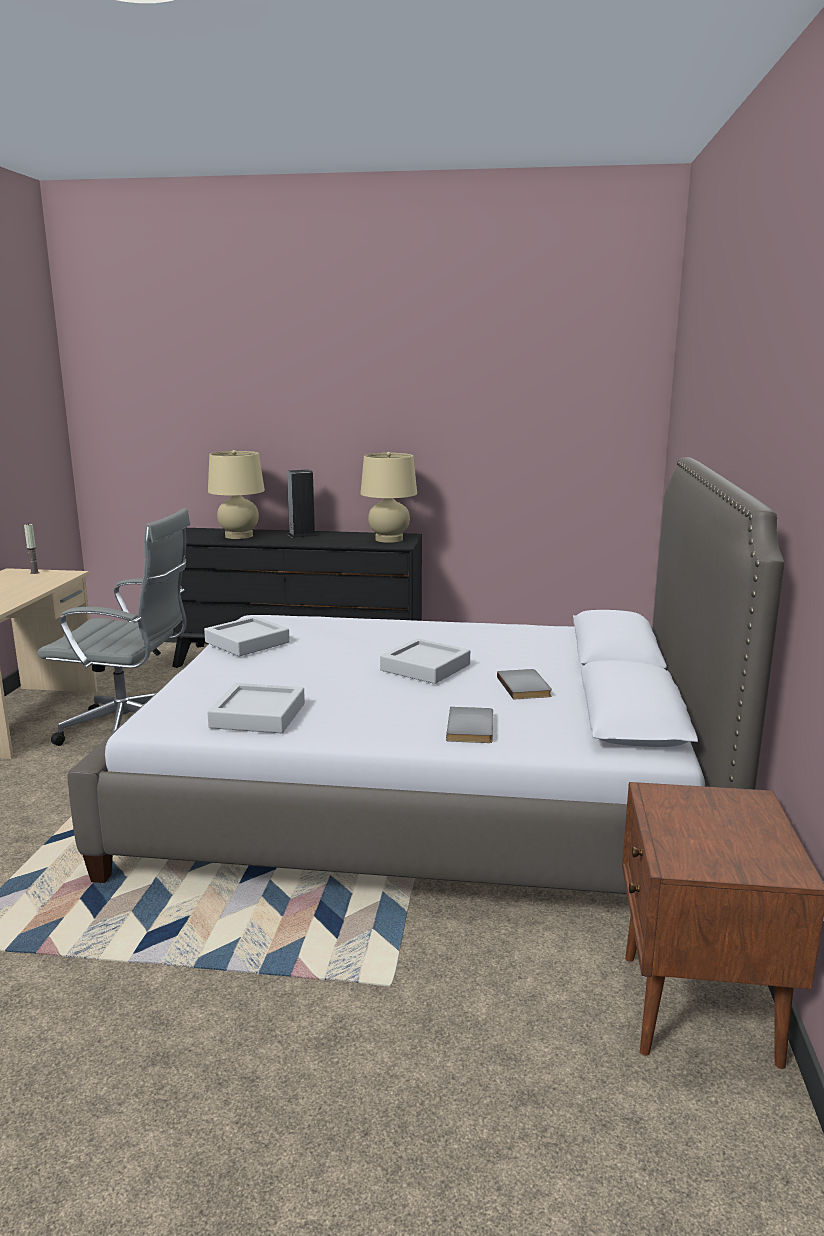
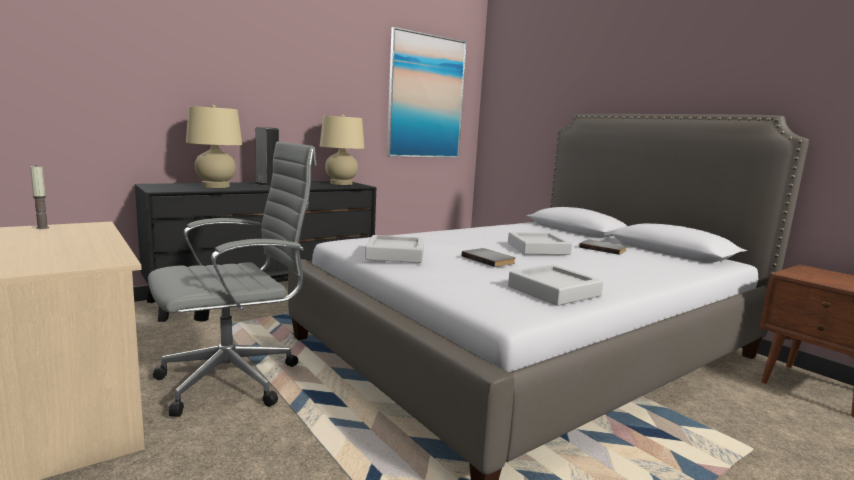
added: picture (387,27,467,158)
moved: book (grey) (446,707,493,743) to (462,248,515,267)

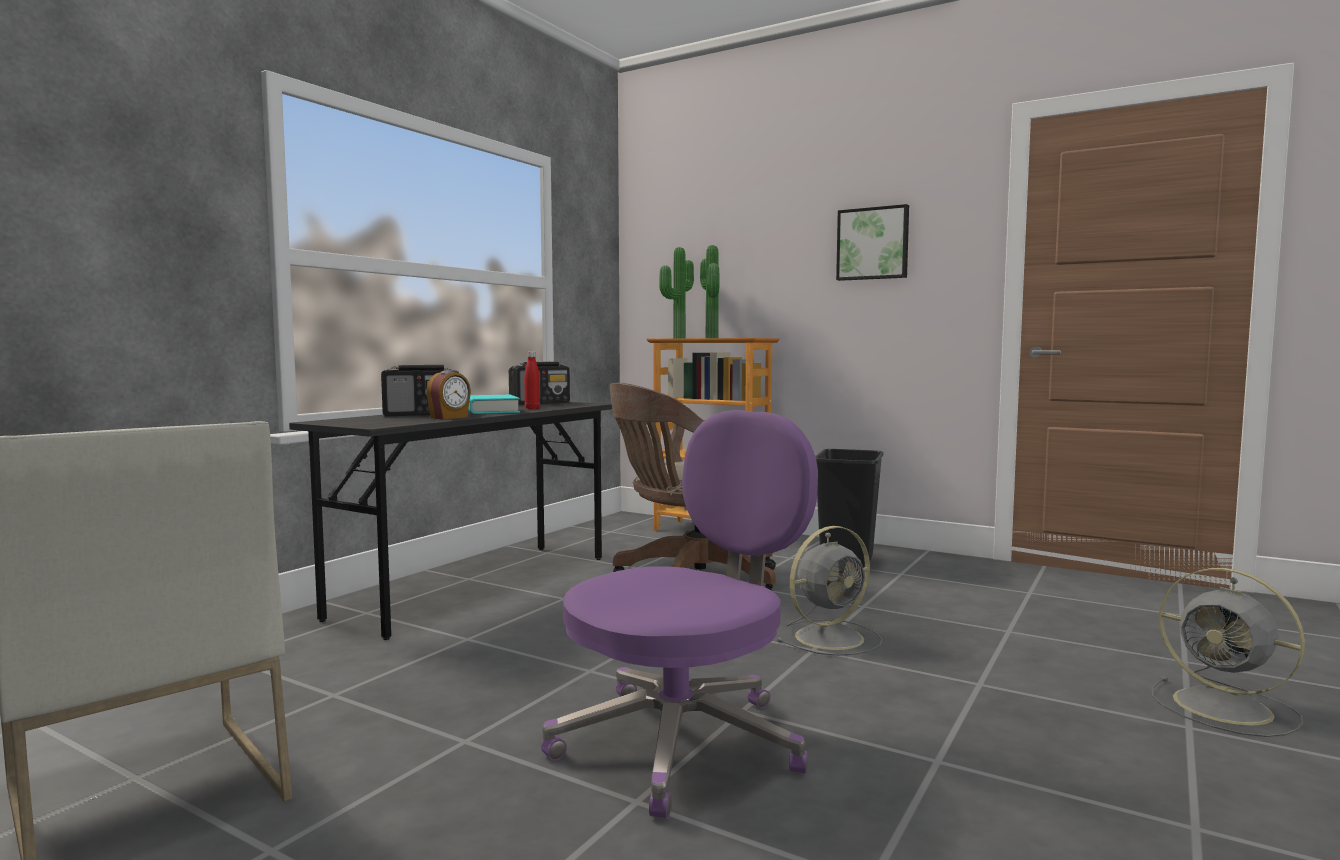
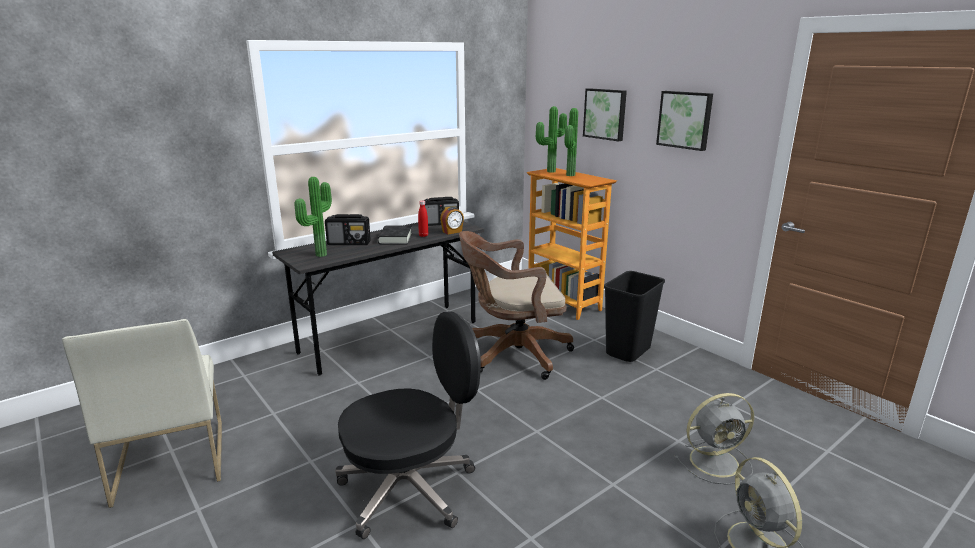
added: potted plant (295,177,332,257); picture (583,88,627,141)
moved: alarm clock (426,370,471,419) to (440,207,464,235); fan (grey) (776,526,882,656) to (675,393,754,485)
recoloured: book (turquoise) (468,395,520,414) to book (black) (377,225,412,245); office chair (purple) (541,410,818,819) to office chair (black) (335,311,481,539)

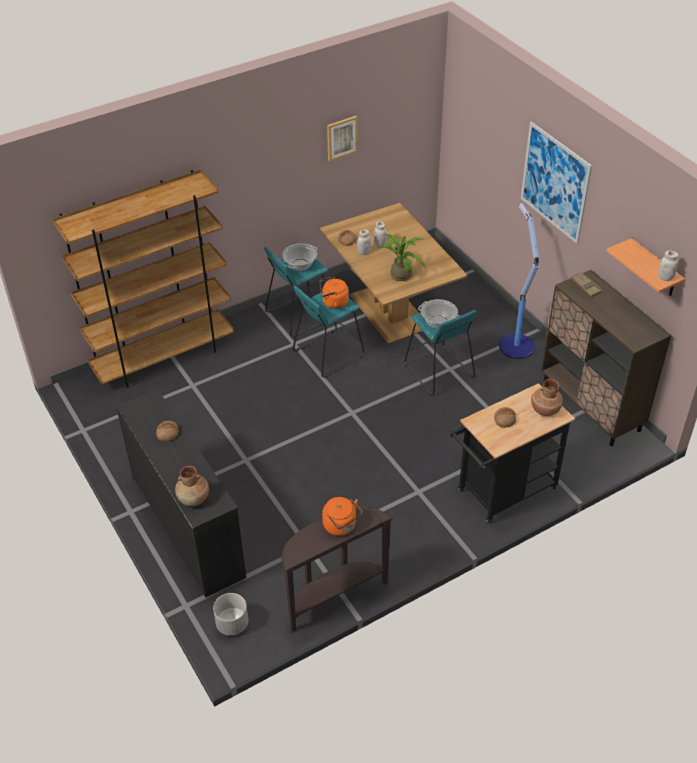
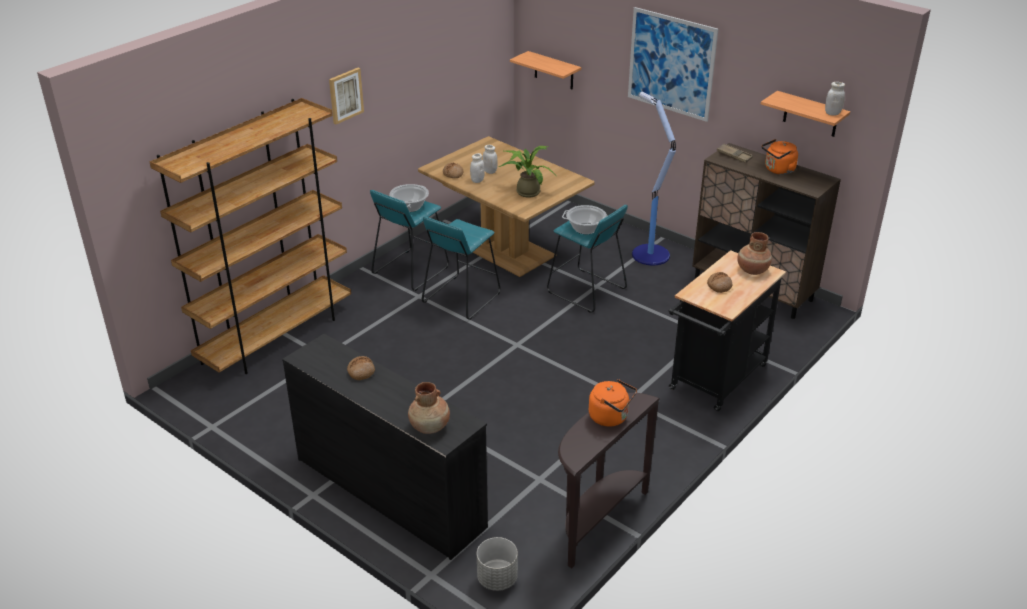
added: shelf (510,51,581,89)
moved: kettle (orange) (320,276,349,309) to (762,139,798,175); picture (327,116,358,161) to (329,68,364,124)

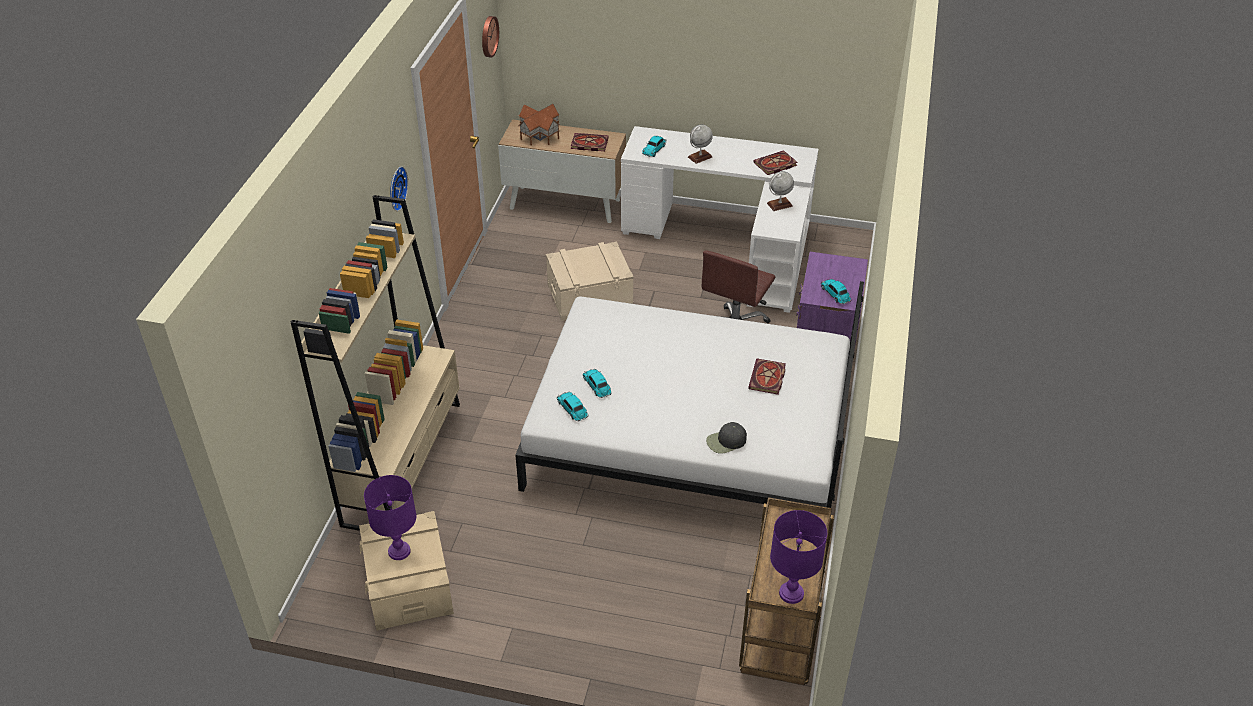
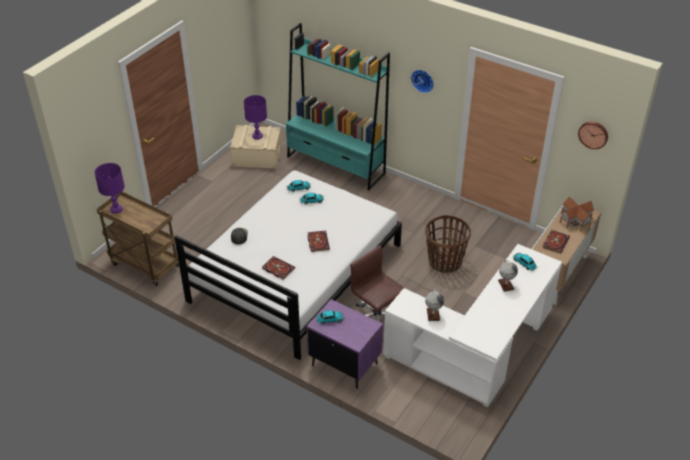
moved: book (753,150,798,175) to (308,230,330,252)
replaced: storage box (beige) (546,242,634,321) to basket (425,215,471,273)
recoloured: bookcase (beige) (291,195,460,531) to bookcase (turquoise) (286,23,390,190)

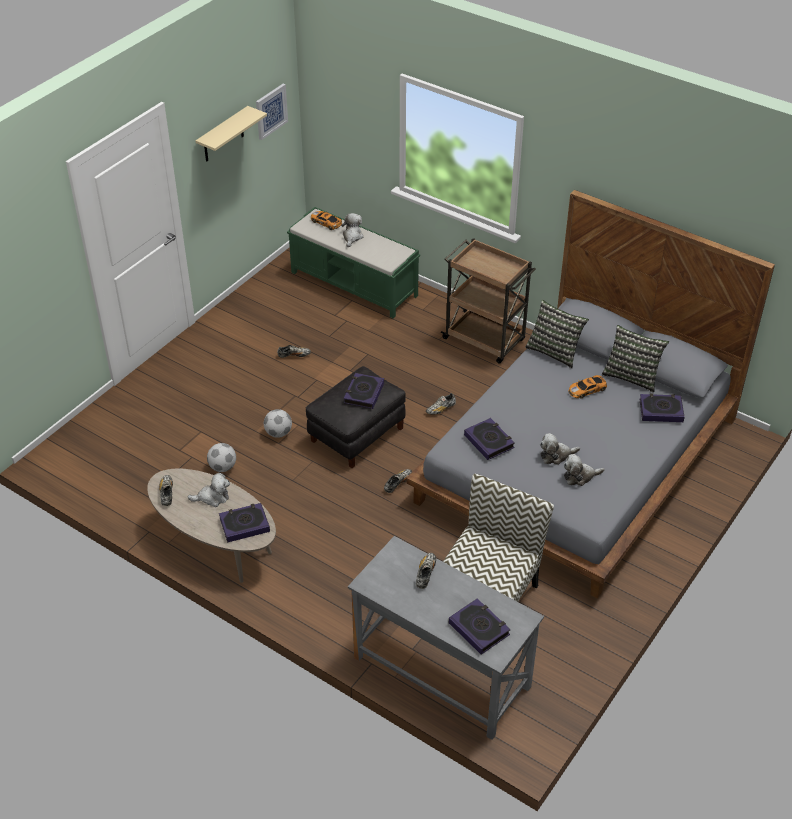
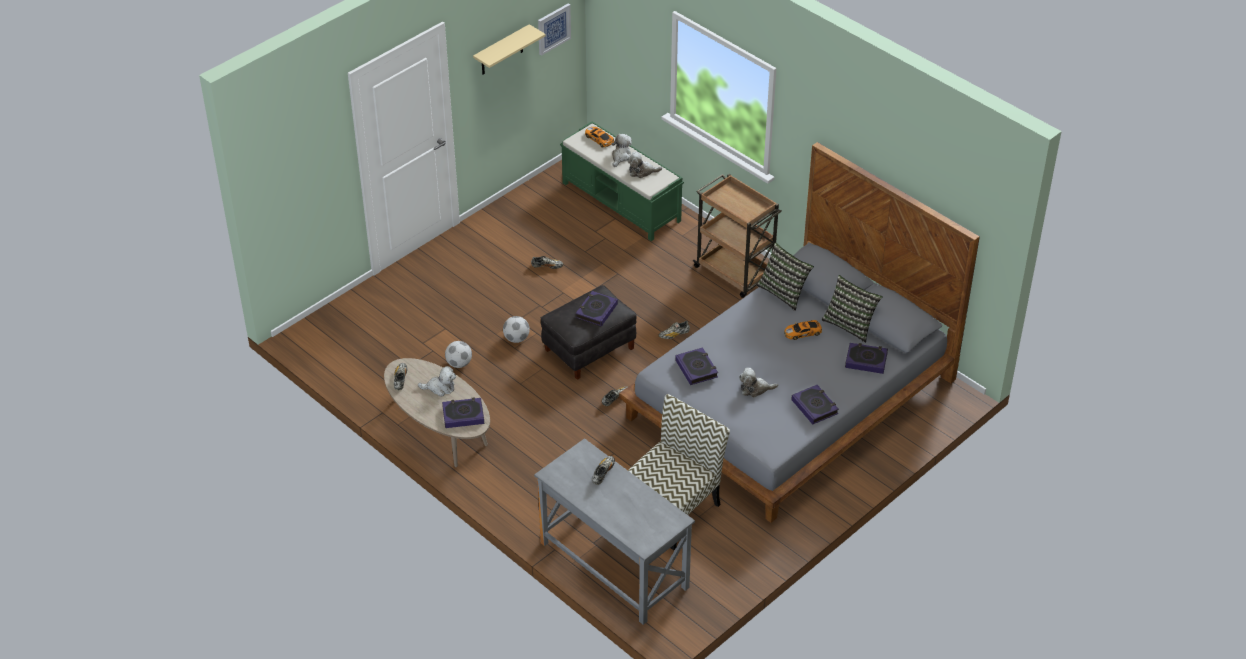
moved: book (449,599,511,655) to (791,385,839,424); plush toy (564,454,605,486) to (627,152,662,178)

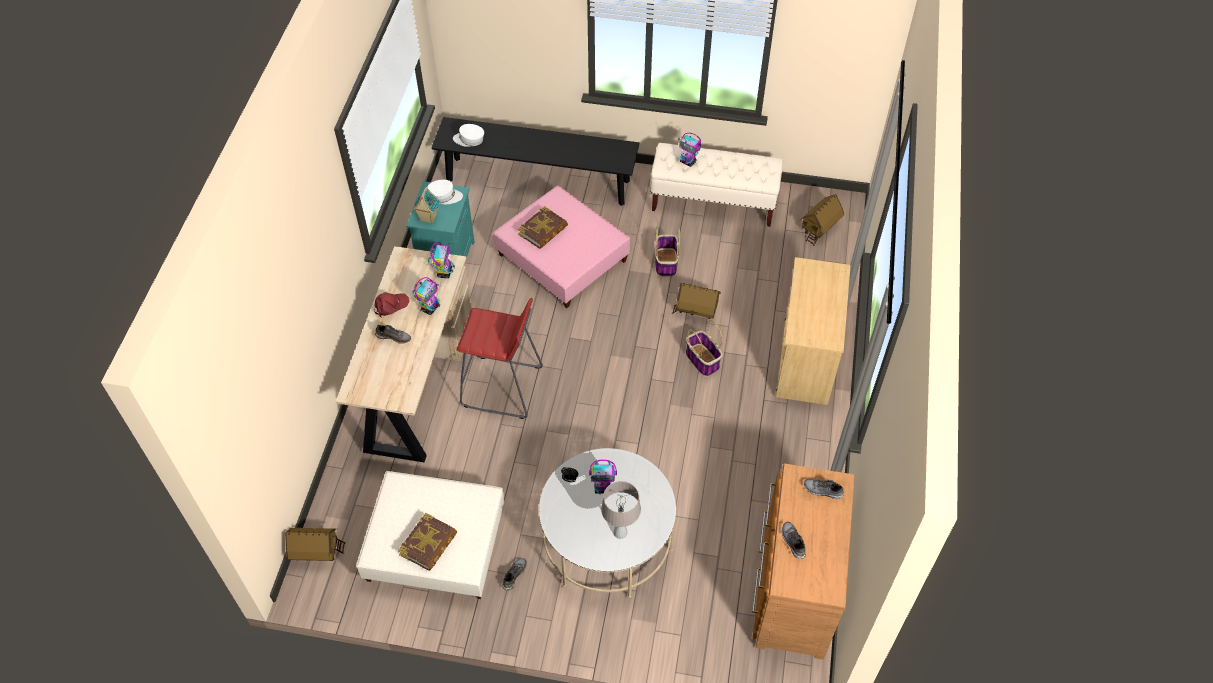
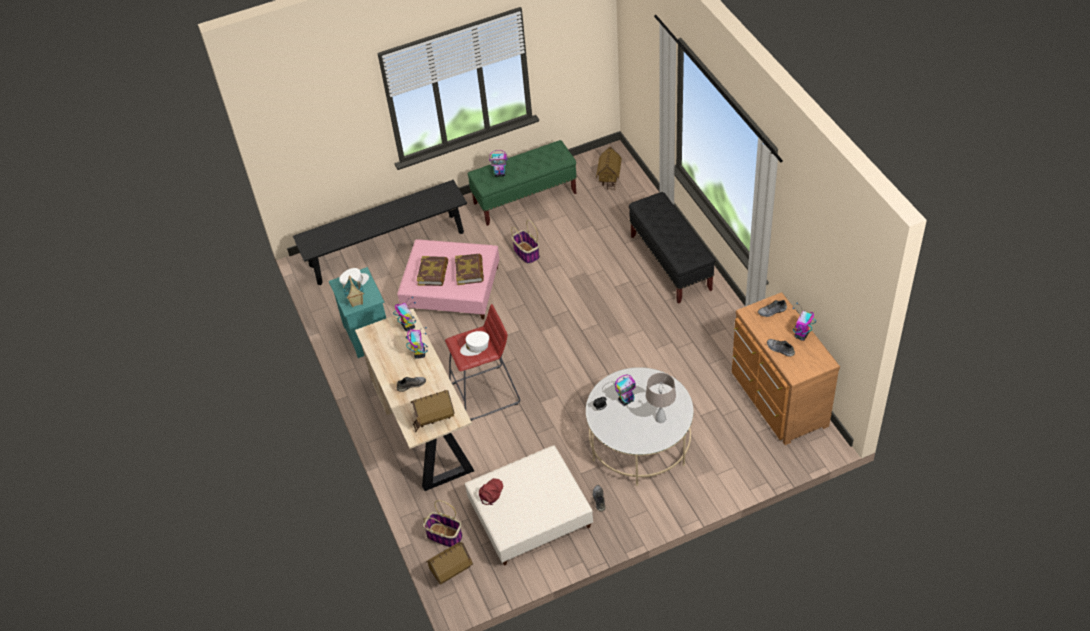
added: toy robot (792,303,816,341)
moved: cap (red) (374,292,409,317) to (479,478,503,505); book (398,513,457,571) to (455,254,484,285); cap (white) (453,124,484,147) to (460,331,489,356); toy house (672,283,721,319) to (411,390,455,432); basket (686,320,723,377) to (423,500,463,547)
replaced: dresser (beige) (776,257,851,405) to bench (black) (629,192,715,304)
recoloured: bench (beige) (650,143,783,227) to bench (green) (468,140,577,226)

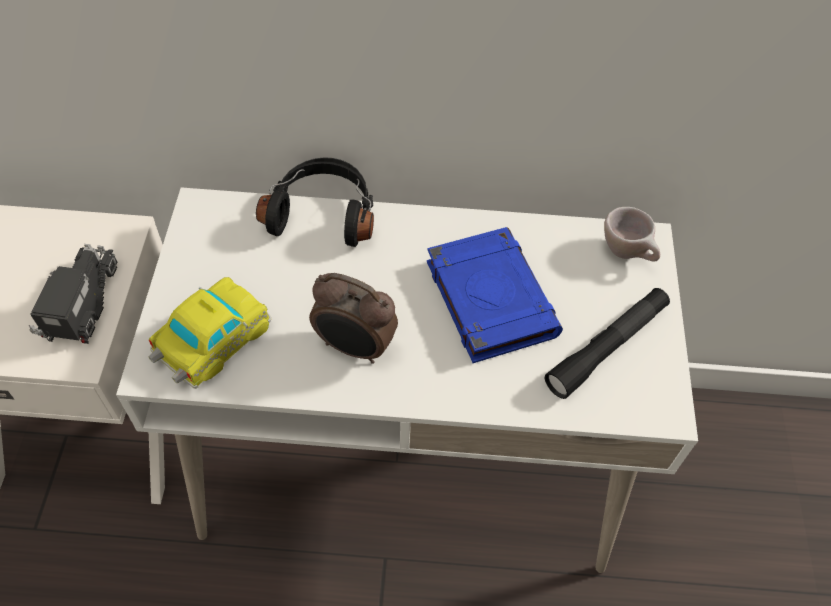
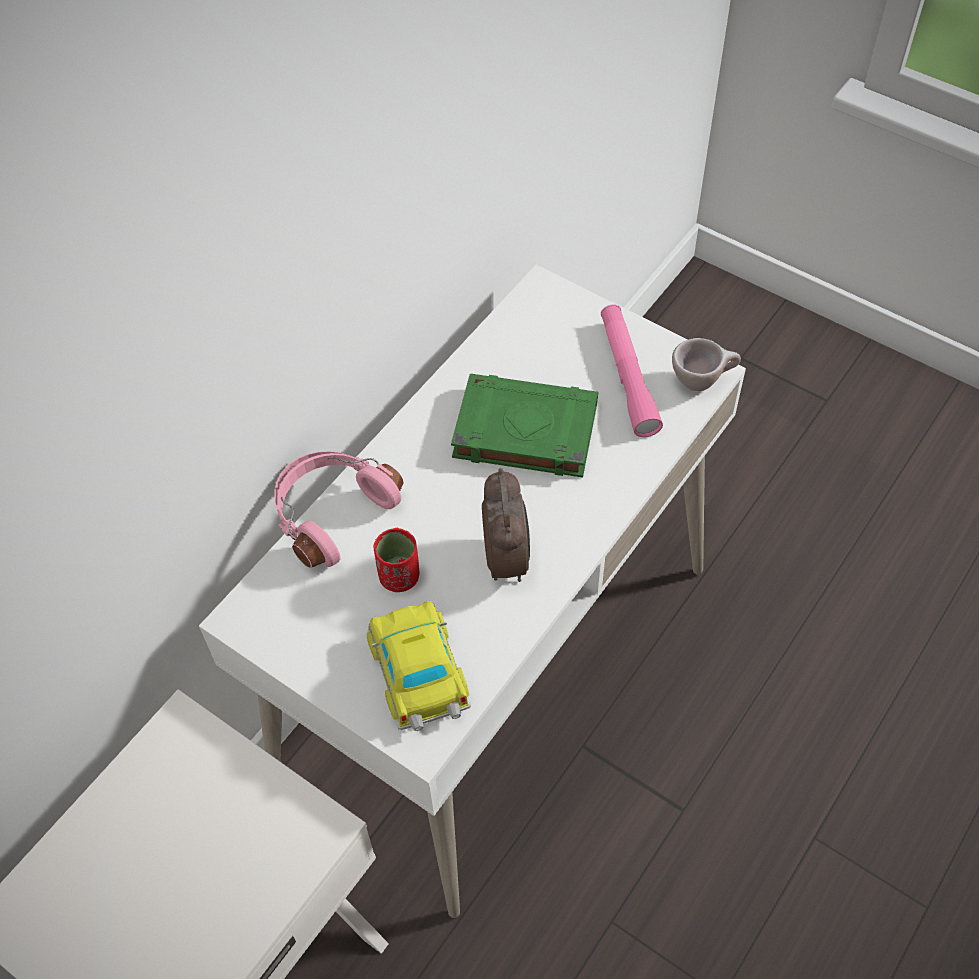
removed: toy truck (29,244,117,344)
added: cup (red) (374,528,420,592)
moved: cup (beige) (604,207,660,262) to (672,338,741,391)
recoloured: headphones (black) (256,157,374,247) to headphones (pink) (274,451,404,568); book (blue) (427,227,563,363) to book (green) (451,374,598,478); flashlight (black) (545,288,670,399) to flashlight (pink) (601,304,663,437)
turned: alarm clock (309,273,398,364) = (482,468,530,582) 60 degrees counterclockwise

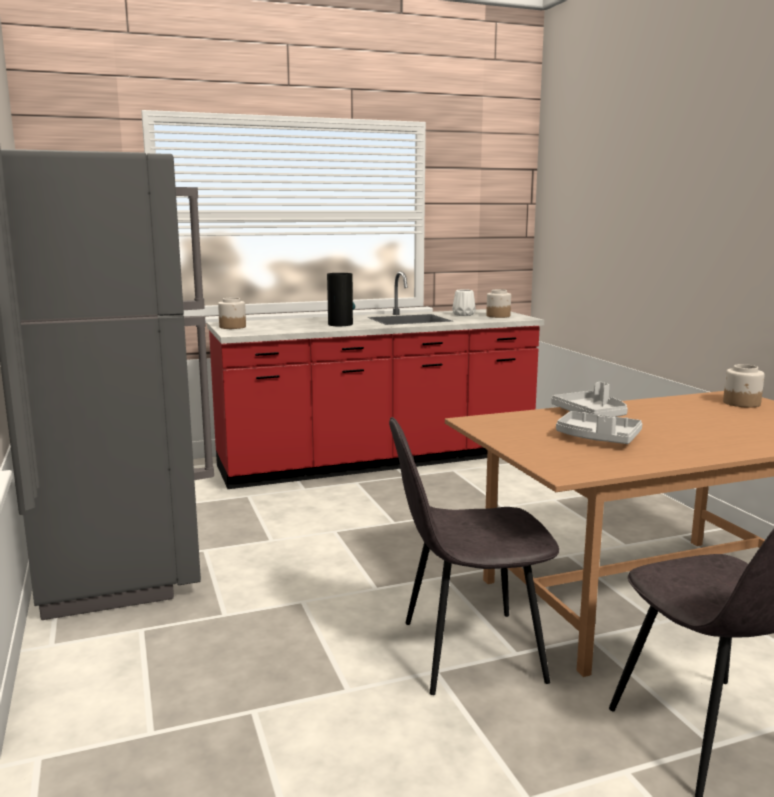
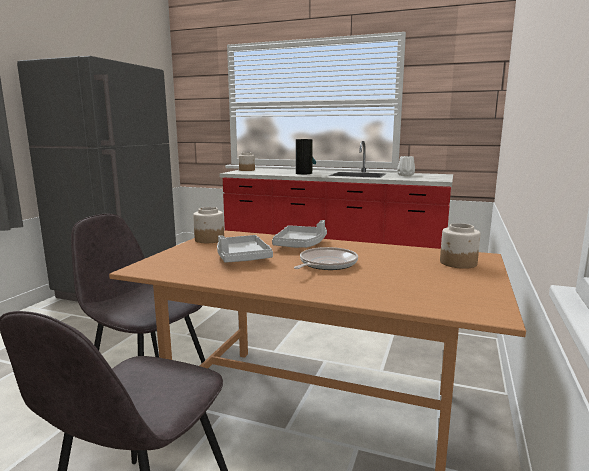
added: frying pan (294,247,358,270)
moved: jar (486,289,511,318) to (193,207,224,243)

